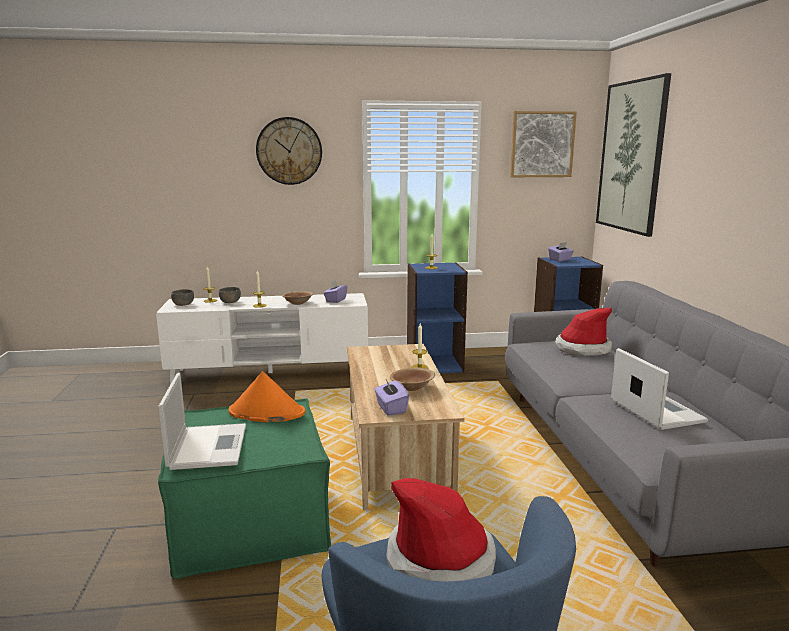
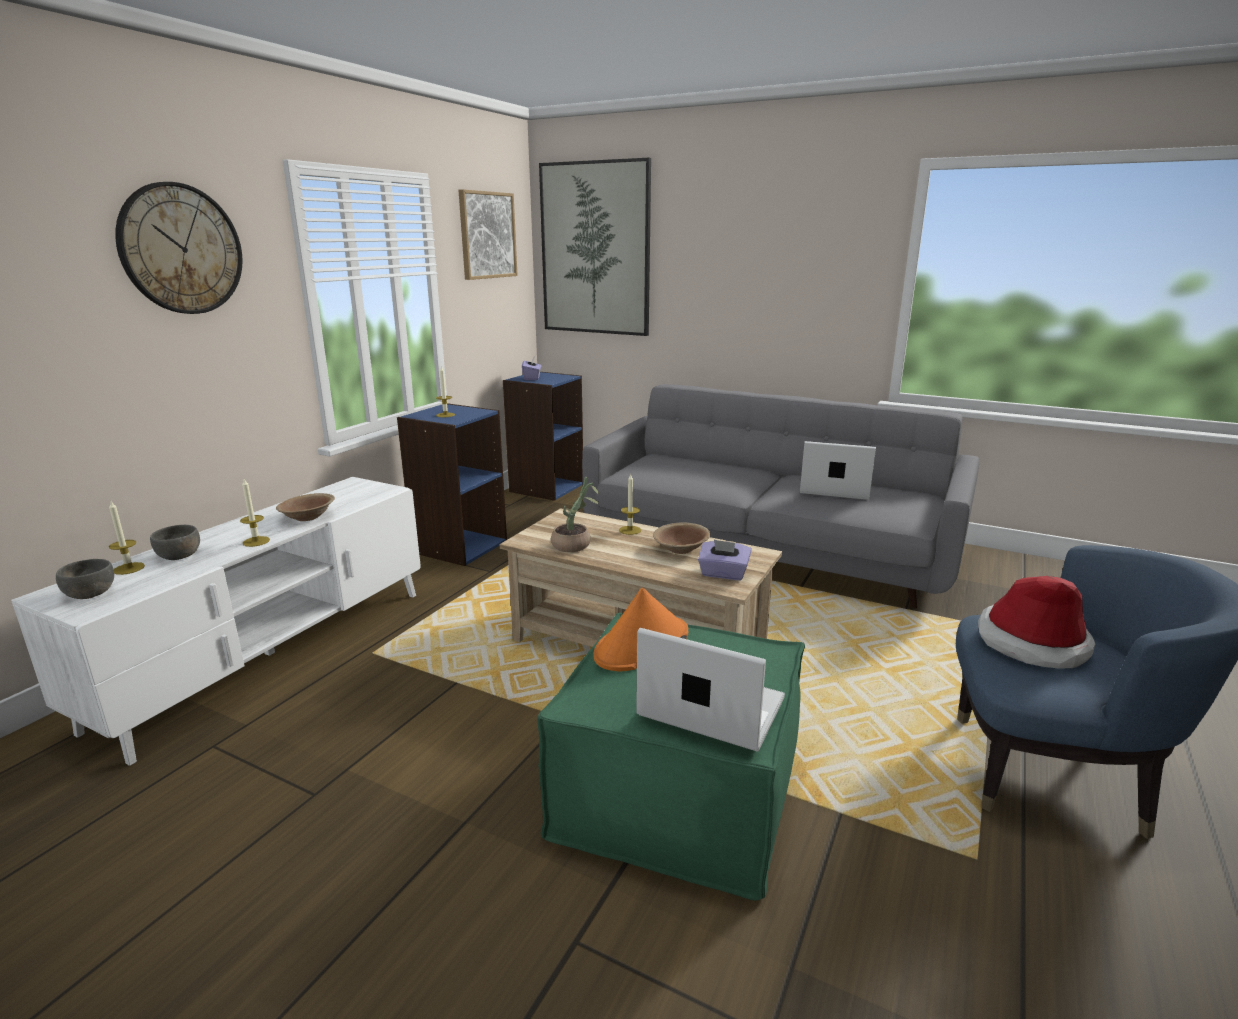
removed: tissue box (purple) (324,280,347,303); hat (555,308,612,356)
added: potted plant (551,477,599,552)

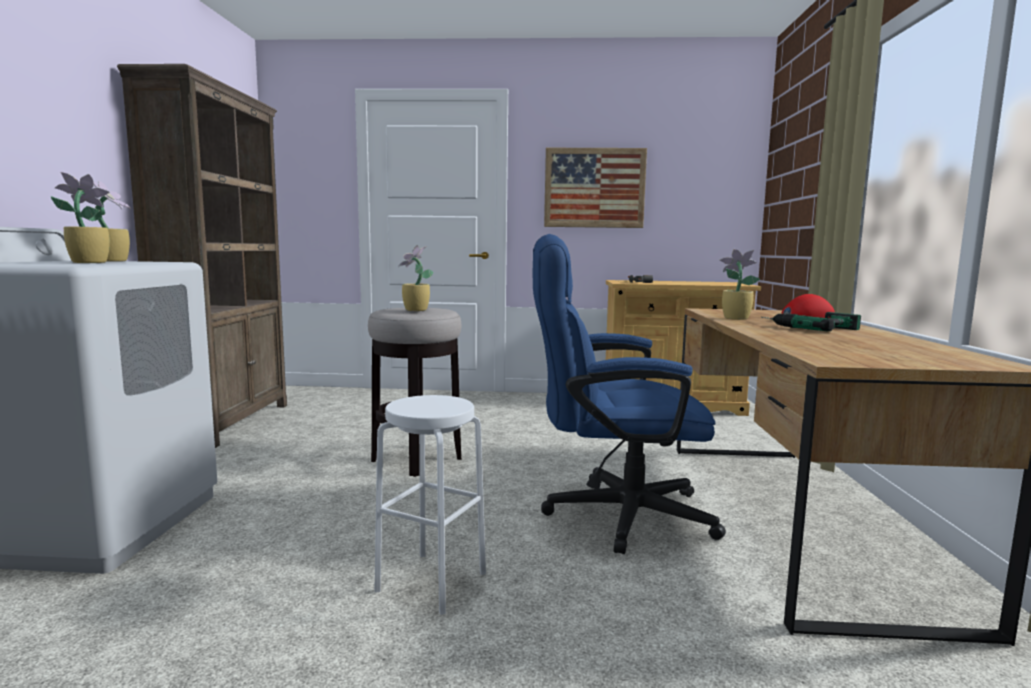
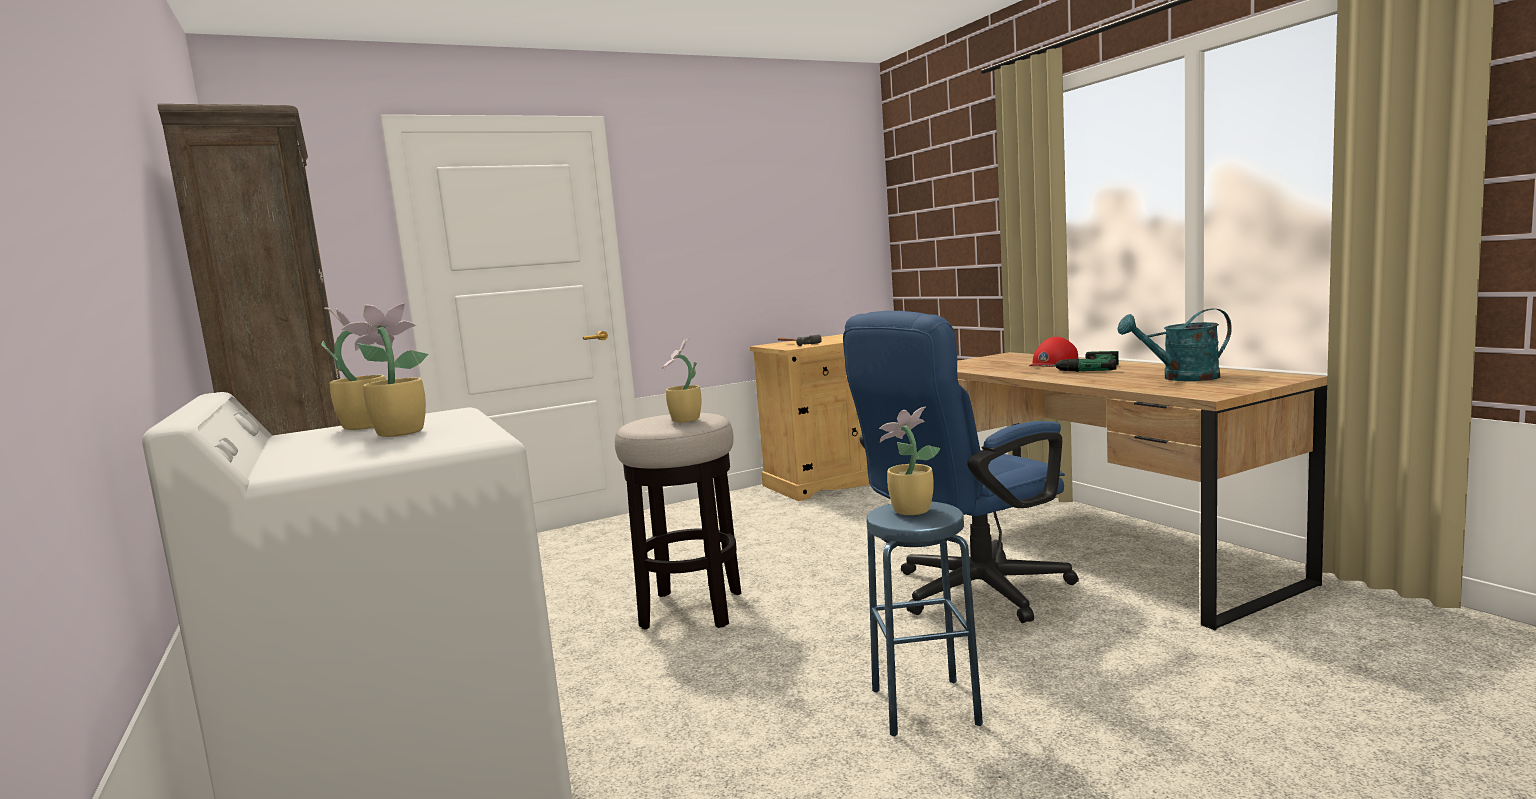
removed: picture (544,148,647,228)
added: watering can (turquoise) (1117,308,1232,381)
moved: potted plant (719,249,760,320) to (879,406,941,515)
recoloured: stool (white) (375,395,486,615) to stool (blue) (866,502,983,736)

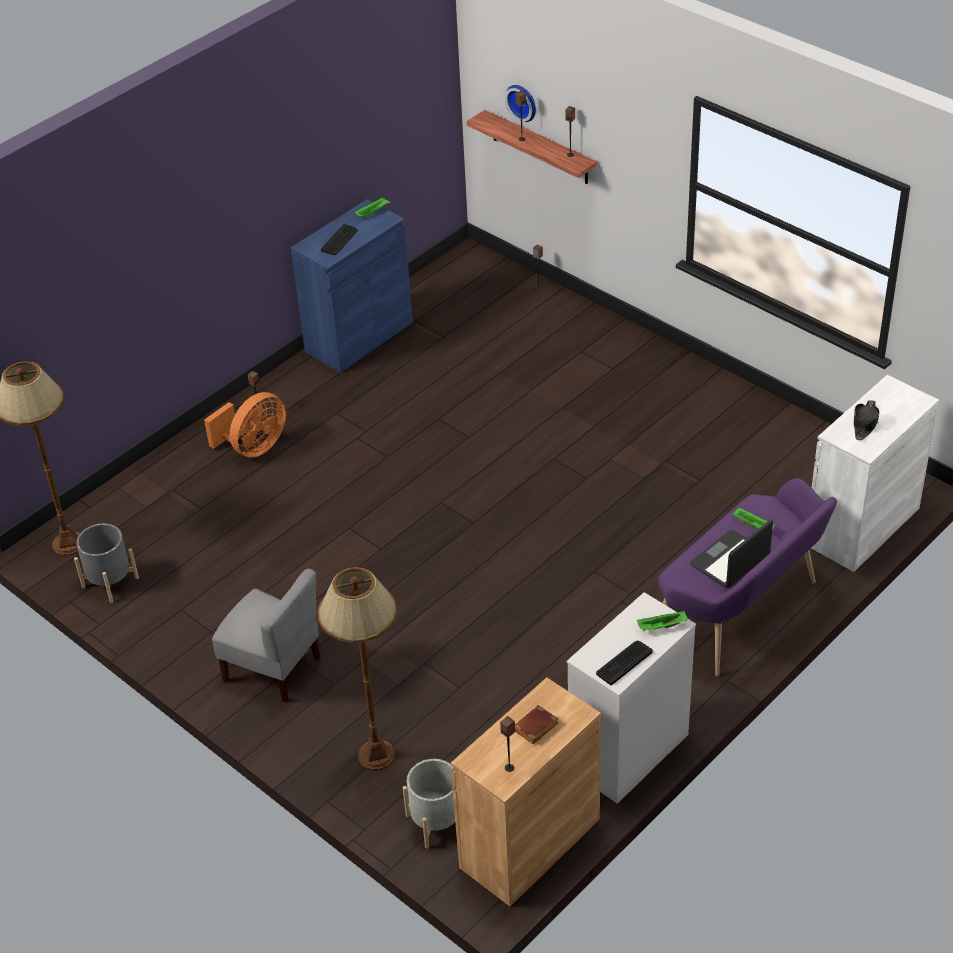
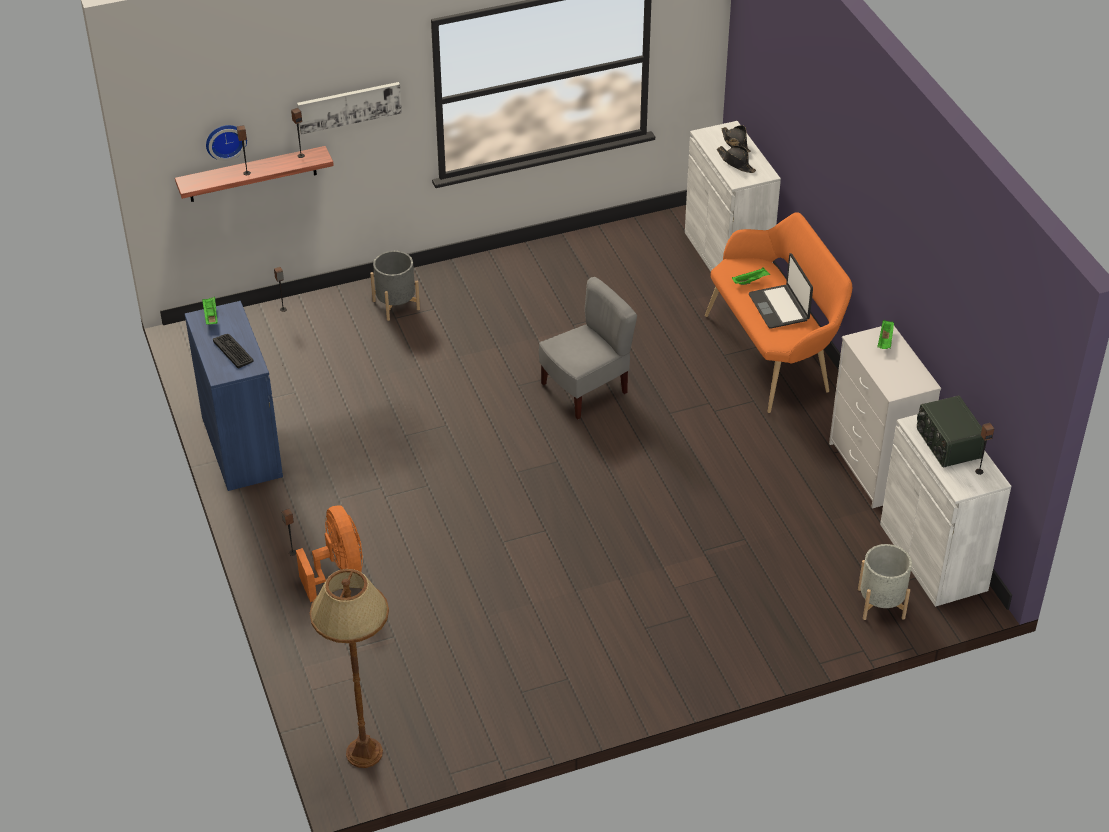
removed: floor lamp (brown) (318,567,397,770); keyboard (596,641,653,685)
added: picture (297,82,402,135); hat (black) (721,125,751,152)
moved: planter (grey) (74,523,139,603) to (370,251,420,321); chair (grey) (212,568,321,703) to (539,277,637,420)
replaced: book (brown) (515,705,559,744) to radio (917,395,984,468)
recoloured: cabinet (brown) (451,677,601,907) to cabinet (white) (880,414,1011,607); bench (purple) (657,478,837,676) to bench (orange) (705,212,852,413)

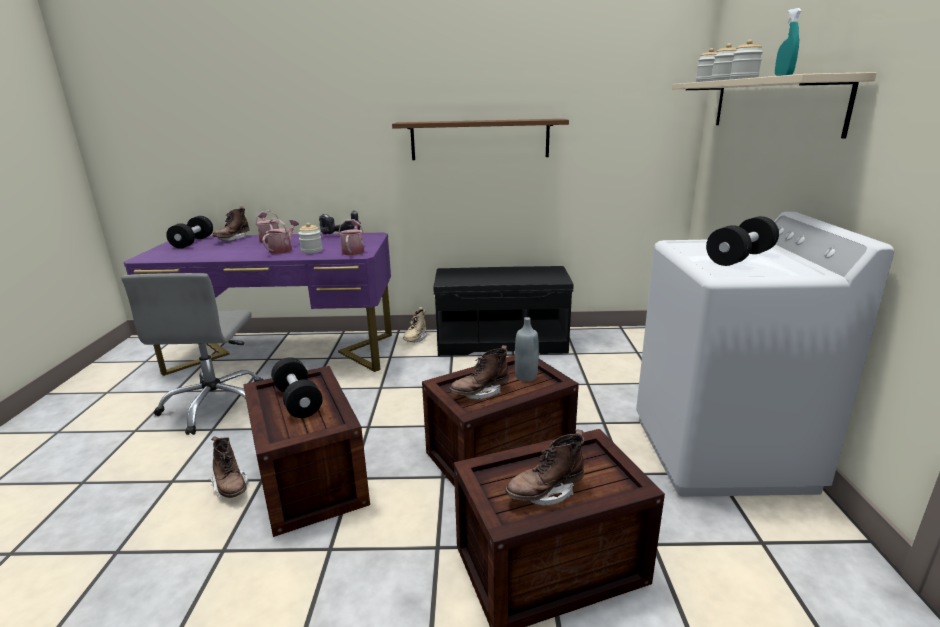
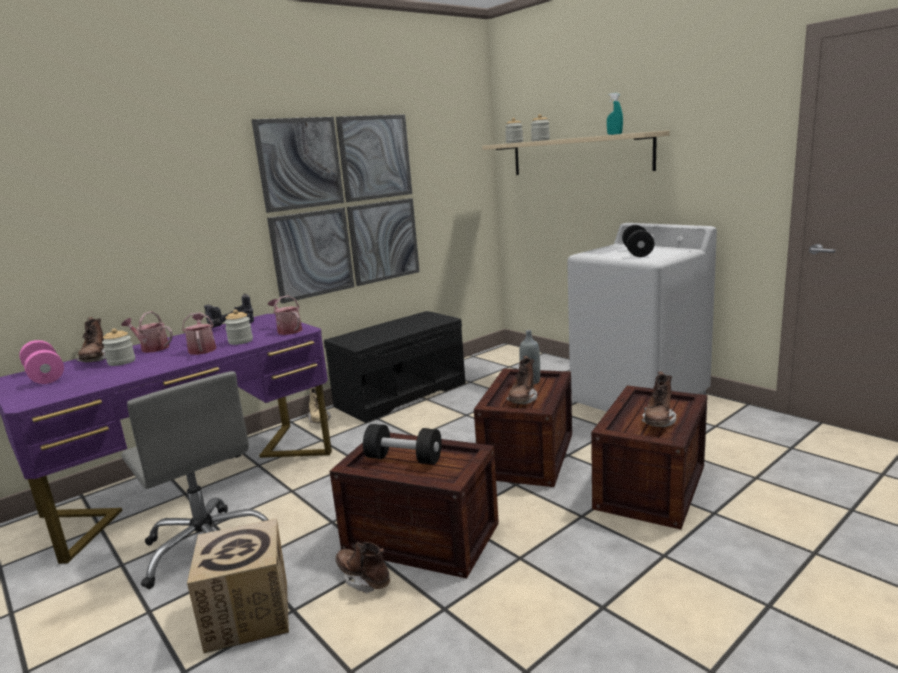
added: cardboard box (187,519,289,653)
moved: jar (730,39,763,79) to (102,328,135,366)
replaced: shelf (brown) (392,119,569,160) to picture (252,114,420,304)
recoloured: dumbbell (black) (166,216,213,249) to dumbbell (pink) (19,340,64,384)
turned: boot (brown) (209,436,249,498) = (335,542,391,594) 150 degrees counterclockwise

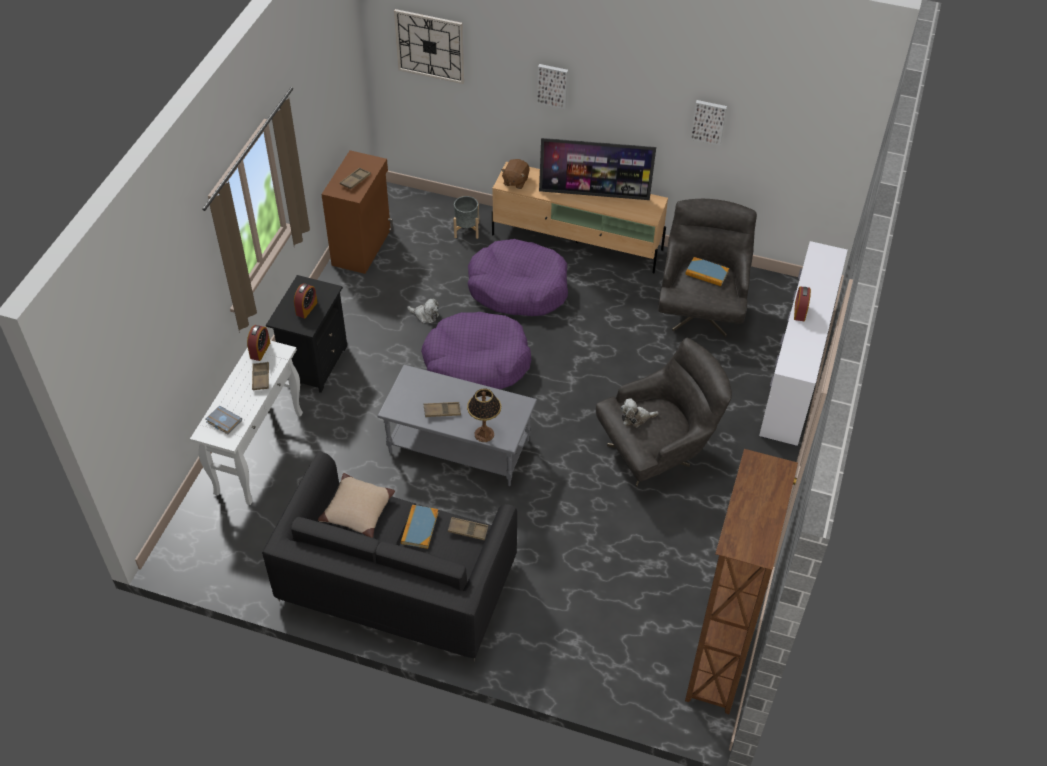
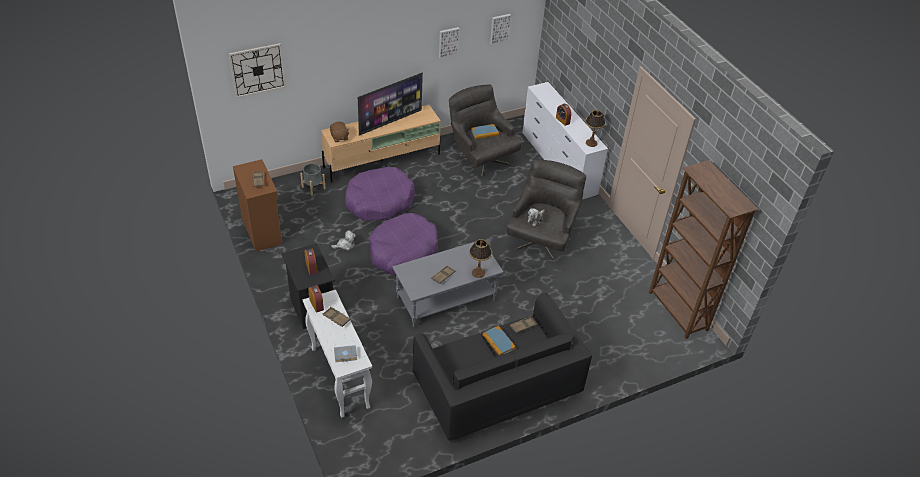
removed: pillow (beige) (318,473,395,538)
added: table lamp (585,110,606,147)
moved: picture (537,64,568,109) to (490,14,511,45)

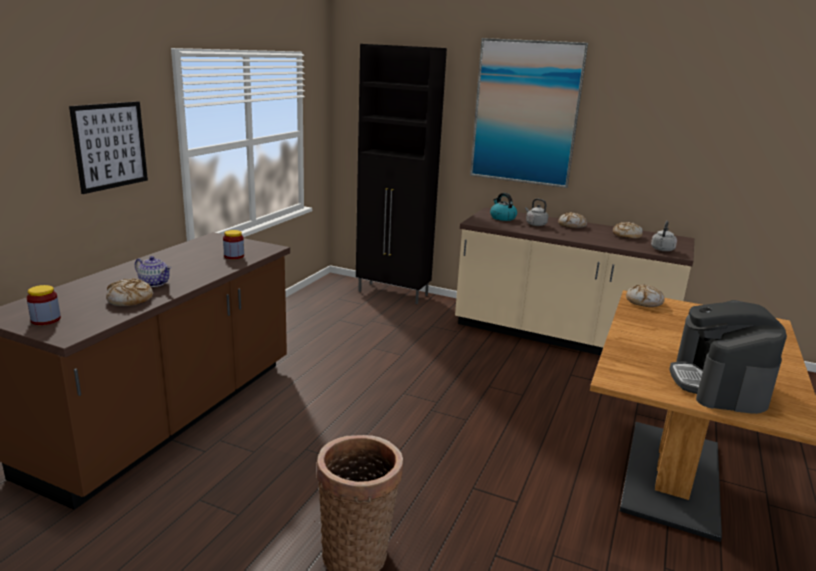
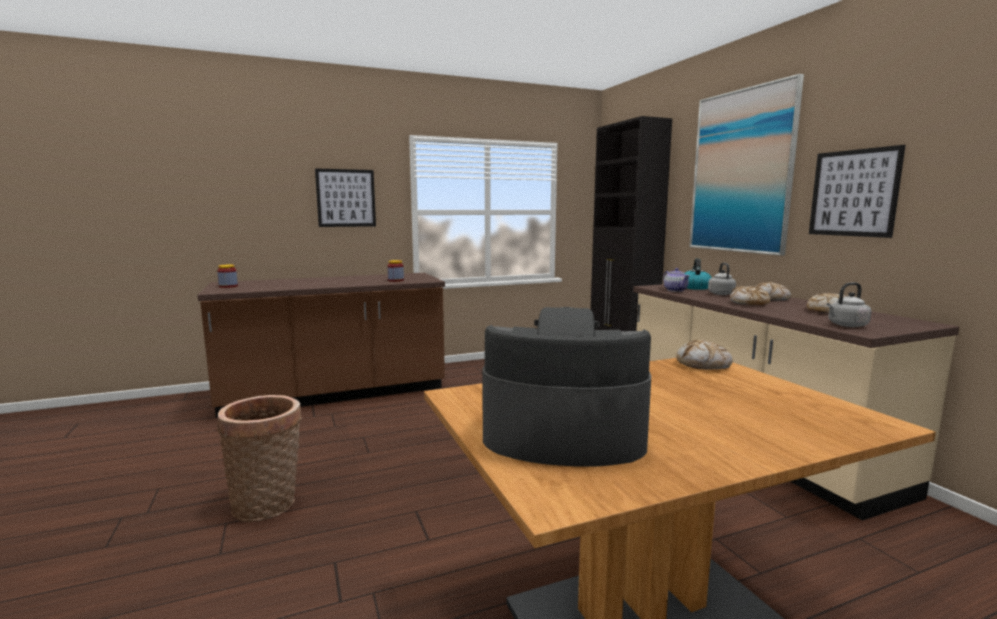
added: picture (809,145,905,238)
moved: bread (106,278,153,306) to (730,286,770,305); teapot (135,256,171,287) to (663,268,690,292)
turned: coffee machine (669,300,787,414) = (482,307,651,467) 45 degrees clockwise

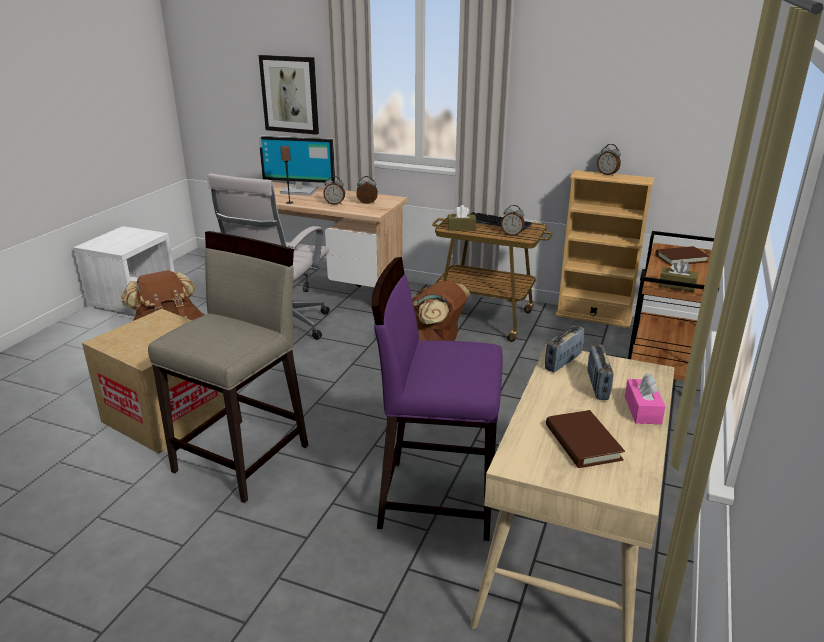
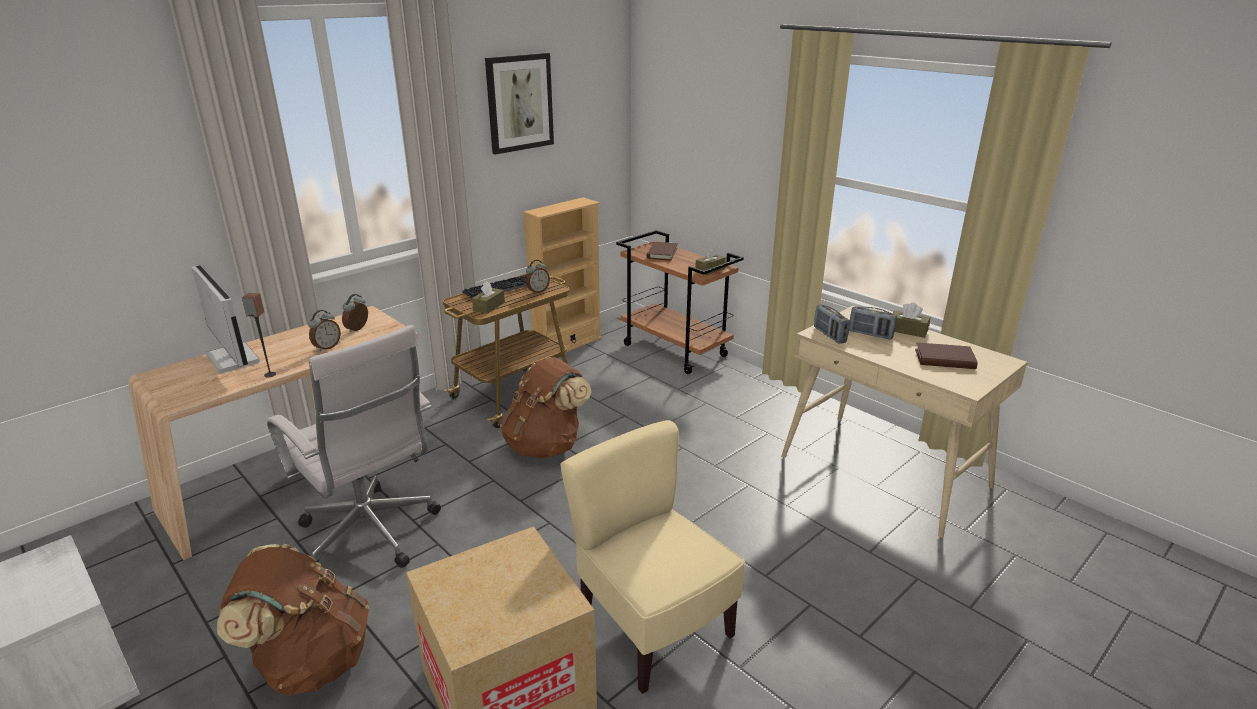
removed: stool (purple) (372,257,503,541); alarm clock (597,144,621,176)
moved: picture (259,55,319,135) to (485,53,554,154)
replaced: stool (beige) (148,231,308,503) to chair (beige) (560,420,745,694)
recoloured: tissue box (pink) (625,372,666,424) to tissue box (brown) (893,302,931,338)
turned: monitor (259,135,336,196) = (191,265,260,373) 75 degrees counterclockwise

